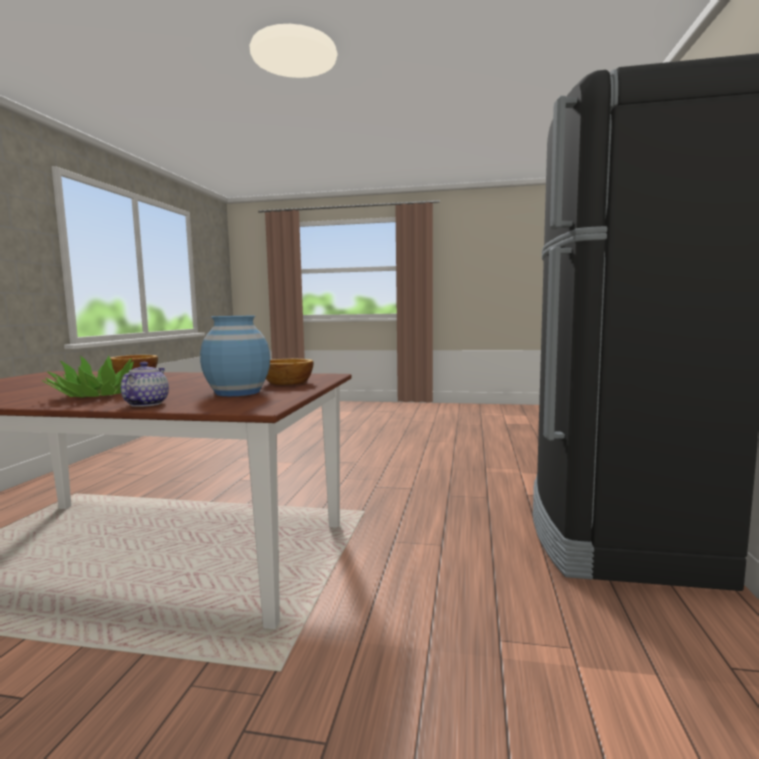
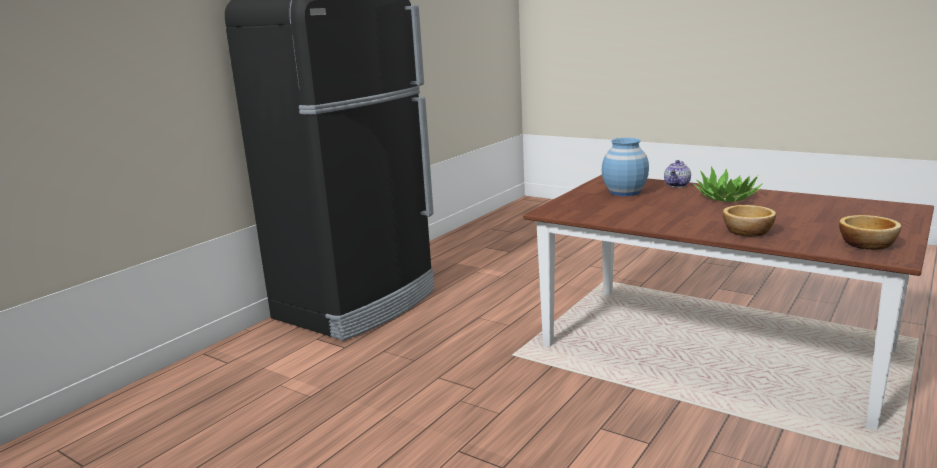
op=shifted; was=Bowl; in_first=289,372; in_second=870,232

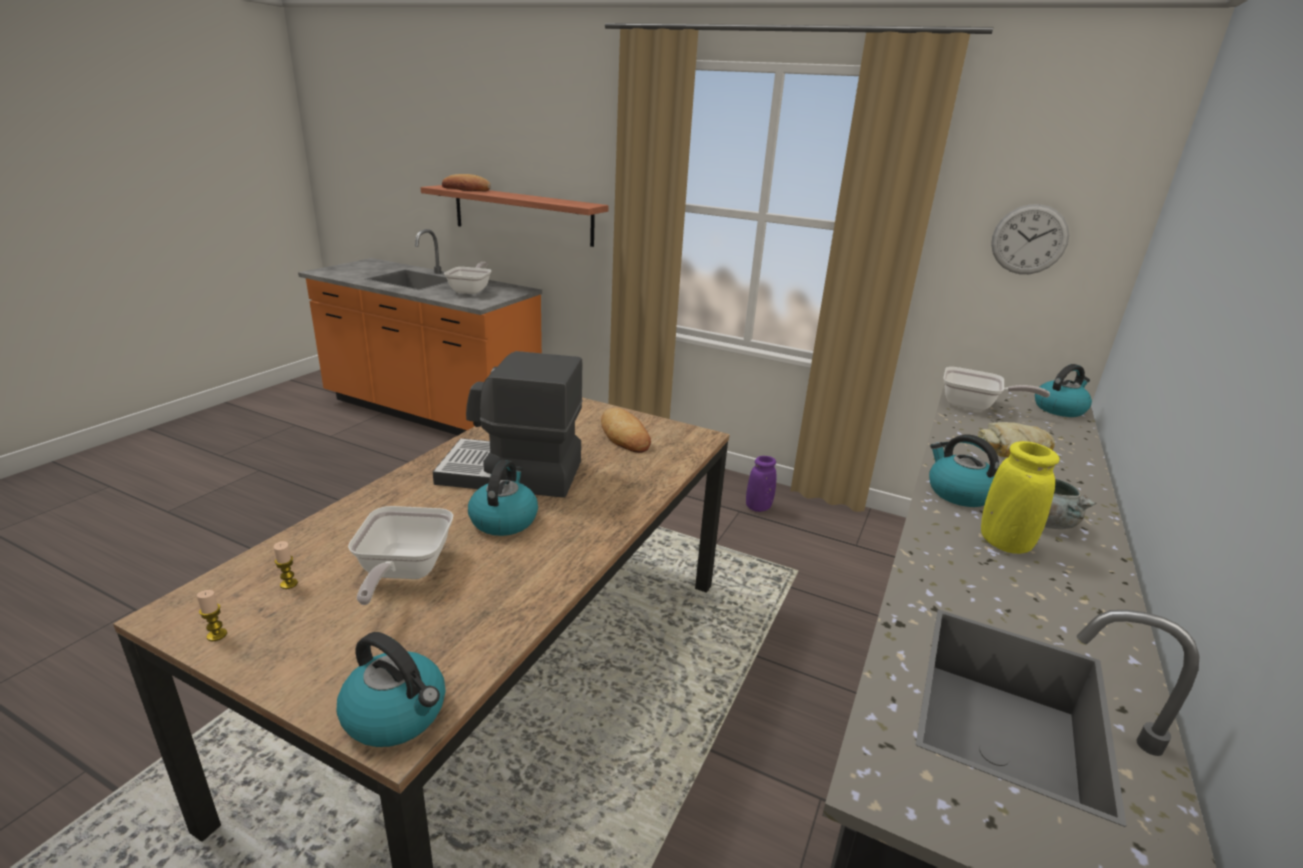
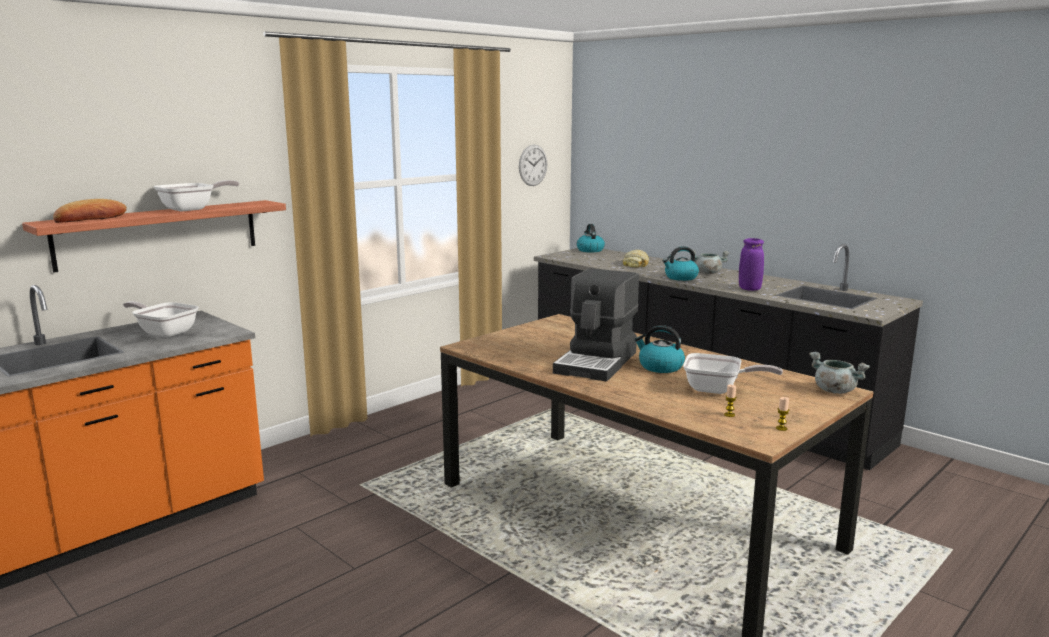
op=shifted; was=FryingPan; in_first=996,389; in_second=196,196
op=shifted; was=PurplishFlowerVase; in_first=761,484; in_second=751,264
op=swapped; was=WaterKettle; now=GreyCookingPot; in_first=391,689; in_second=839,373
op=gone; was=BakedBread; in_first=626,430
op=gone; was=YellowishFlowerVase; in_first=1020,497

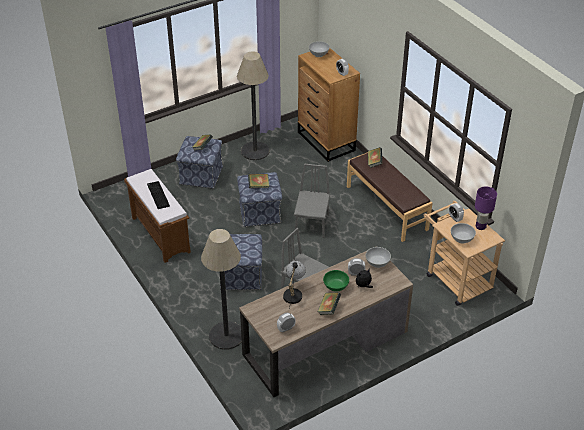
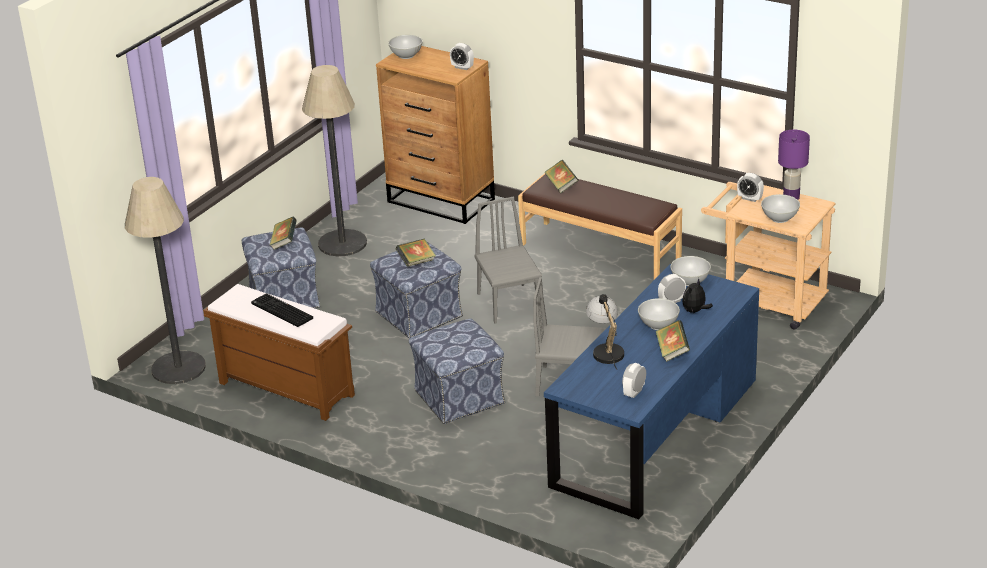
op=shifted; was=StandardLamp; in_first=221,289; in_second=165,280
op=repainted; was=BrownColouredDeskUnit; now=BlueColouredDeskUnit; in_first=326,323; in_second=651,391
op=repainted; was=GreenColouredBowl; now=WhitishBowl; in_first=336,281; in_second=659,314

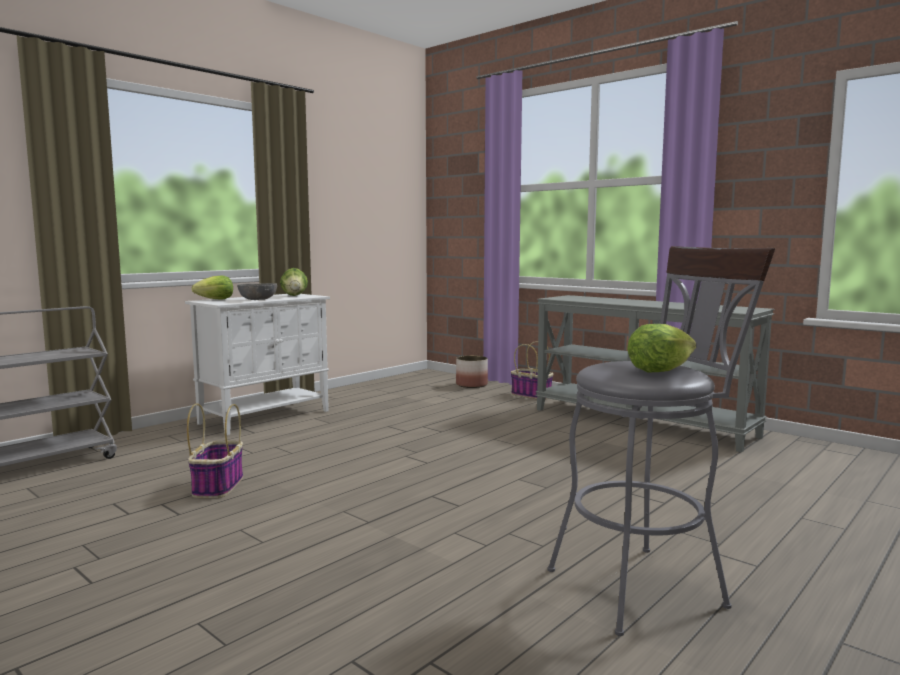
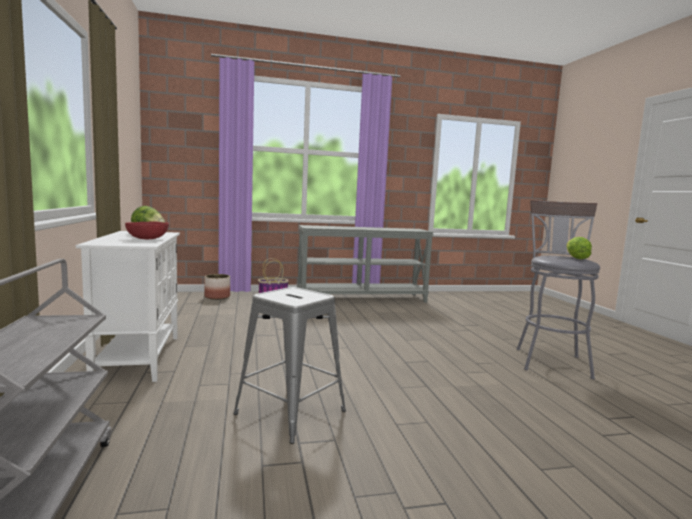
op=repainted; was=GreyBowl; now=RedBowl; in_first=257,291; in_second=147,230
op=swapped; was=Basket; now=GreyStoolSeat; in_first=215,451; in_second=289,365
op=gone; was=Lettuce; in_first=212,288

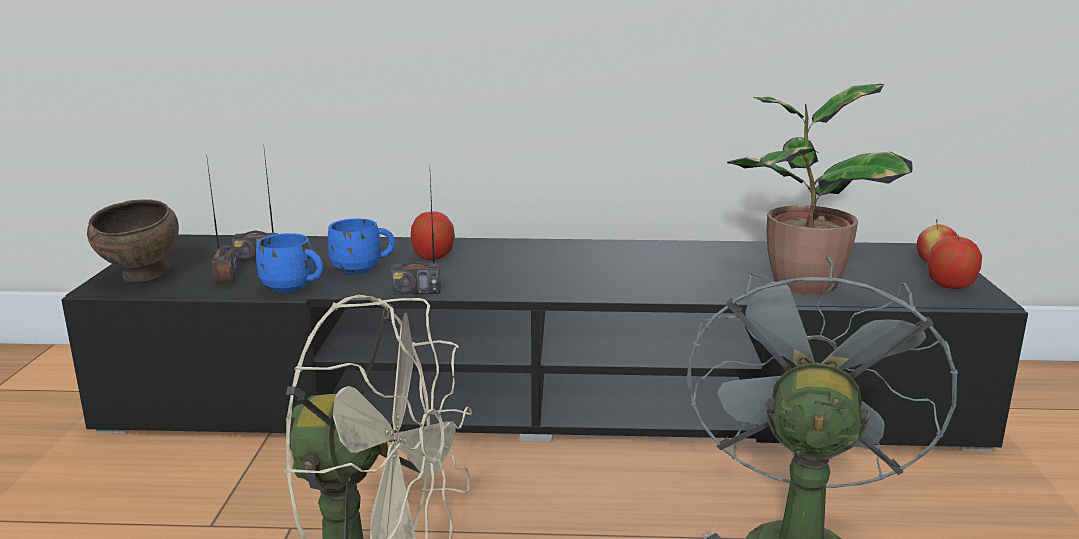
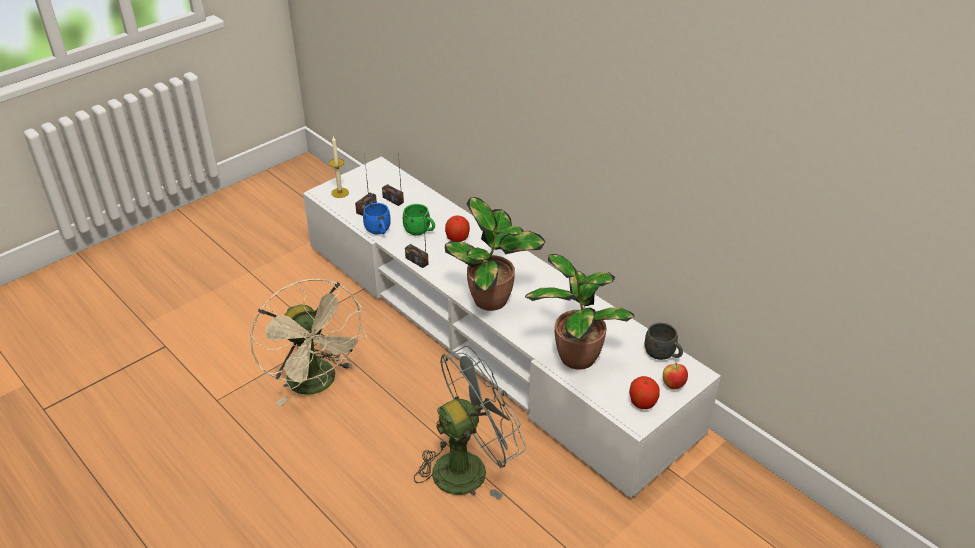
op=repainted; was=BlackColouredTvUnit; now=WhitishTvUnit; in_first=544,342; in_second=512,327
op=swapped; was=BrownColouredBowl; now=WaxLight; in_first=133,240; in_second=339,167
op=repainted; was=BlueColouredMug; now=GreenColouredMug; in_first=361,247; in_second=419,220
op=new; now=PottedPlant; in_second=495,254
op=new; now=GreyMug; in_second=664,341

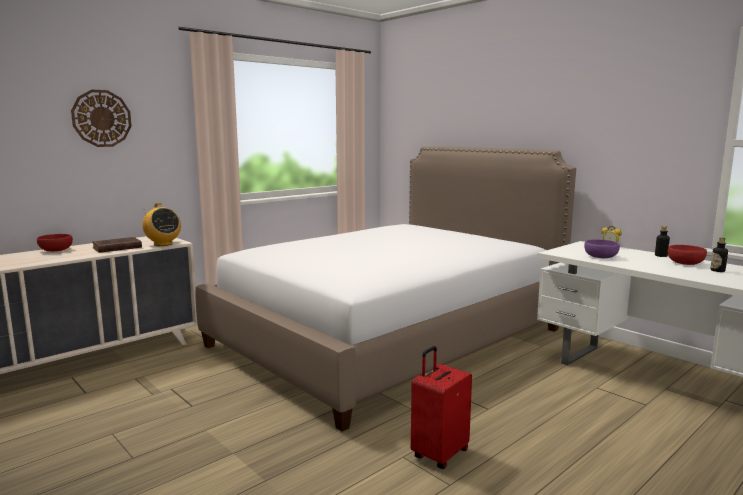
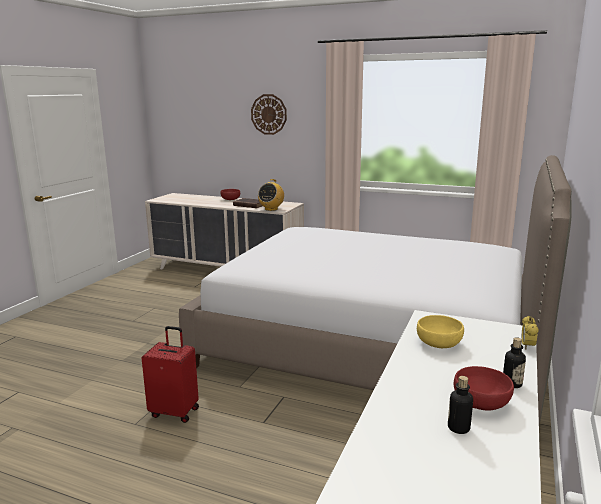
op=repainted; was=PurplishBowl; now=YellowishBowl; in_first=602,248; in_second=440,331

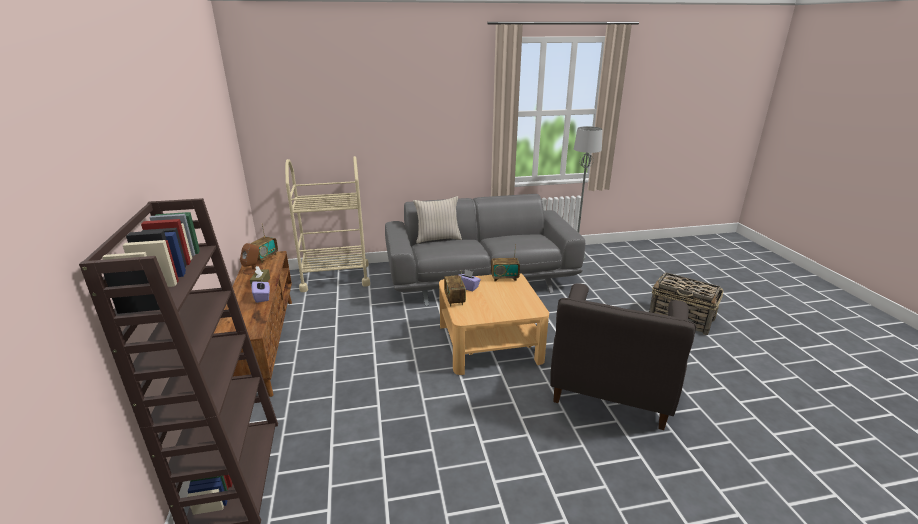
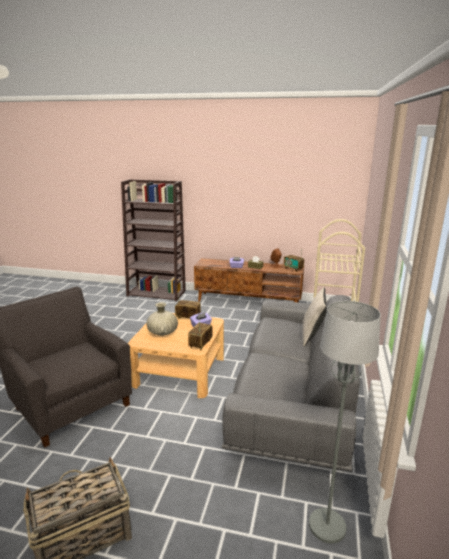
op=new; now=BeigeColouredFlowerVase; in_second=162,319

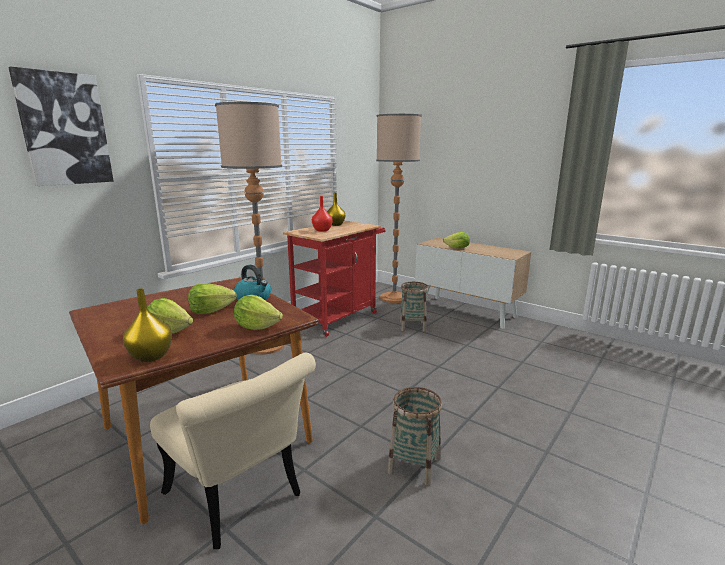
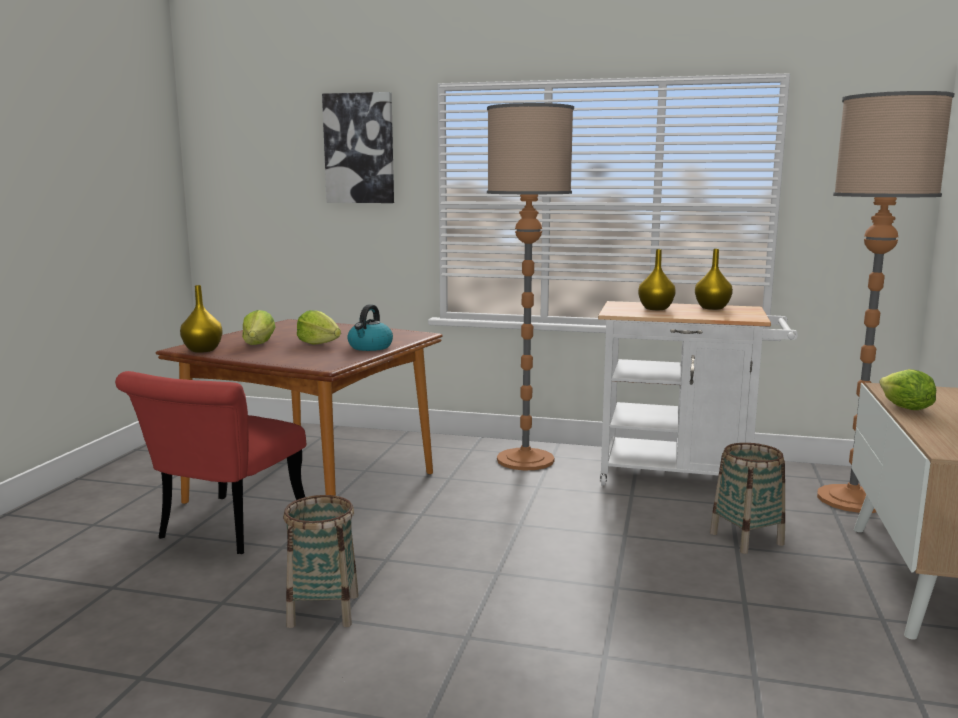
op=repainted; was=BeigeColouredUprightChair; now=RedUprightChair; in_first=233,451; in_second=210,462
op=repainted; was=RedTrolley; now=WhitishTrolley; in_first=334,279; in_second=698,393
op=repainted; was=RedFlowerVase; now=YellowishFlowerVase; in_first=322,214; in_second=657,279
op=gone; was=Lettuce; in_first=258,312

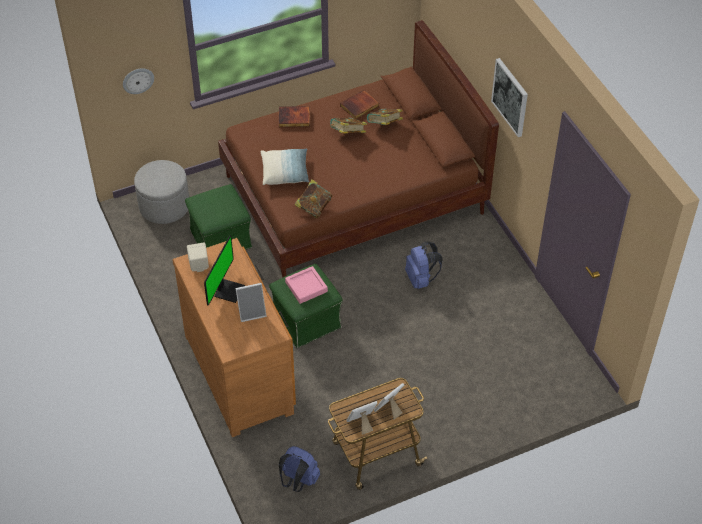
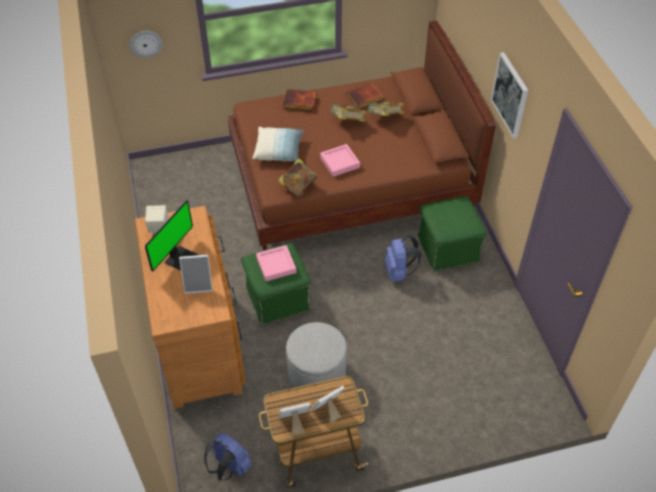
op=shifted; was=GreyFootrest; in_first=161,192; in_second=316,358
op=new; now=PinkishServingTray; in_second=340,160
op=shifted; was=GreenColouredFootrest; in_first=218,217; in_second=452,234

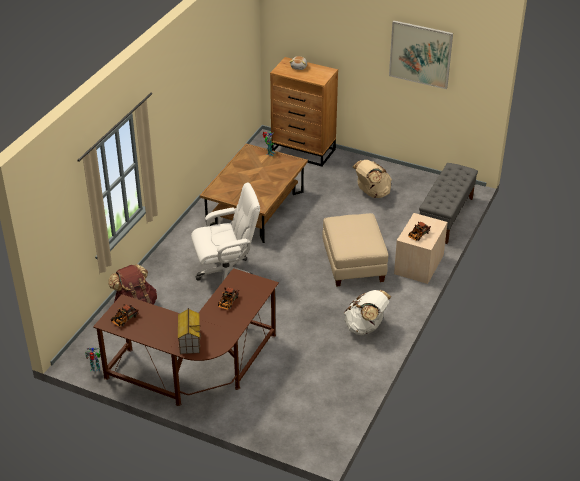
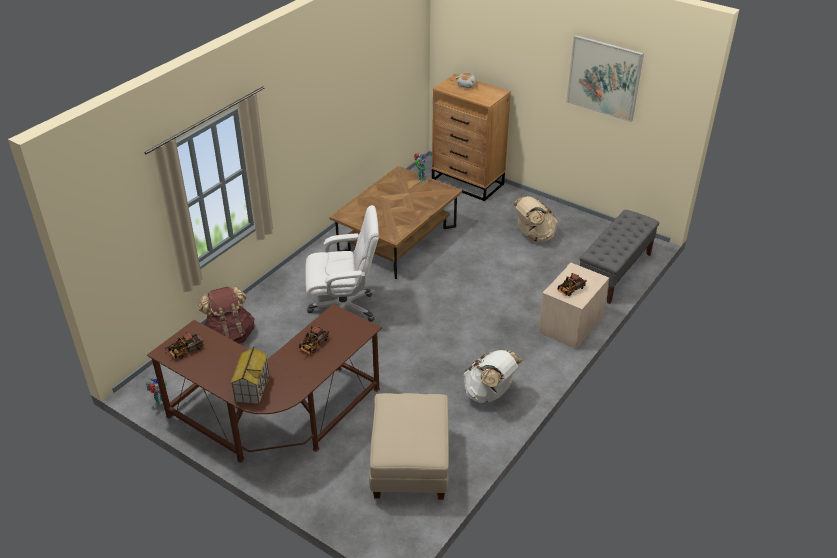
op=shifted; was=BeigeColouredFootrest; in_first=355,250; in_second=409,446

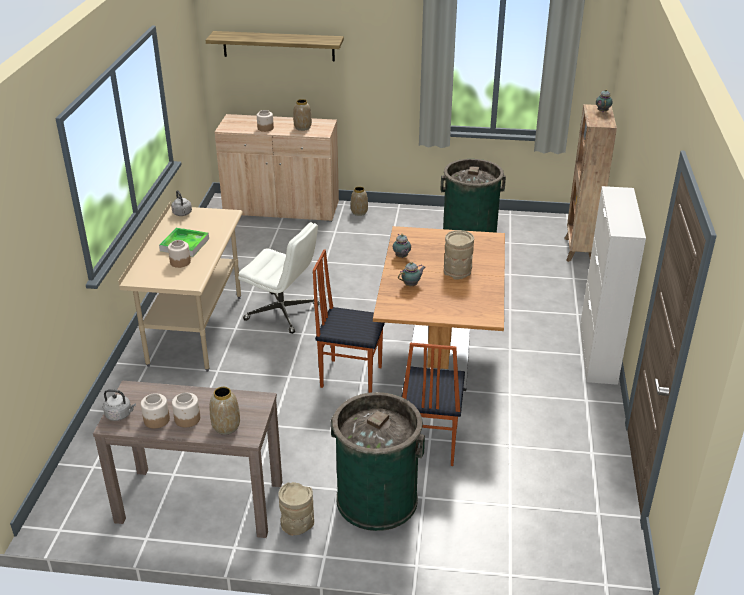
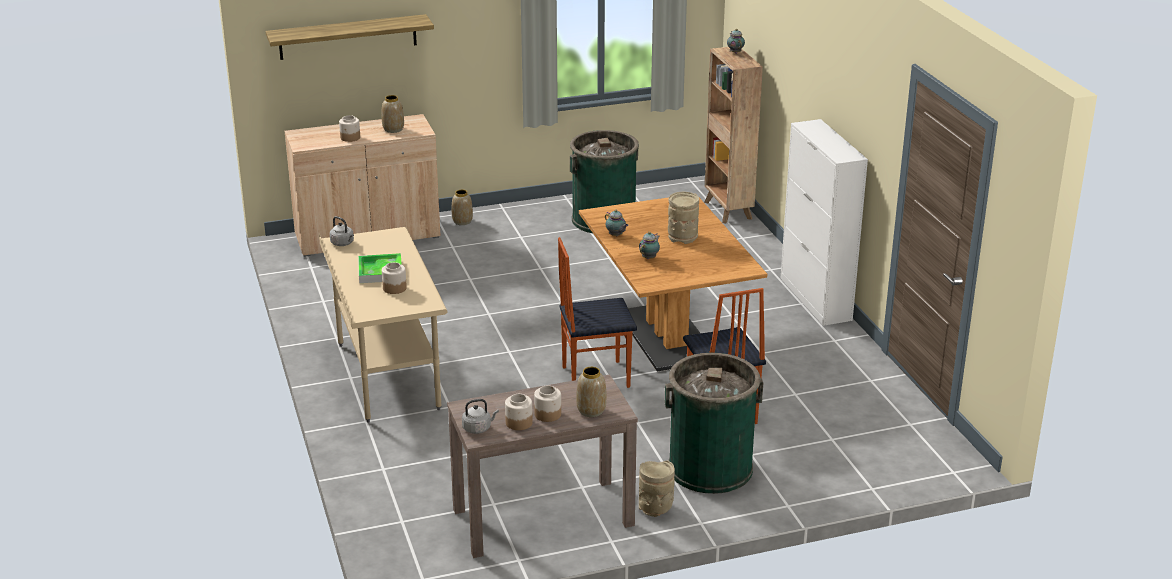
op=gone; was=WhitishDeskChair; in_first=279,278

